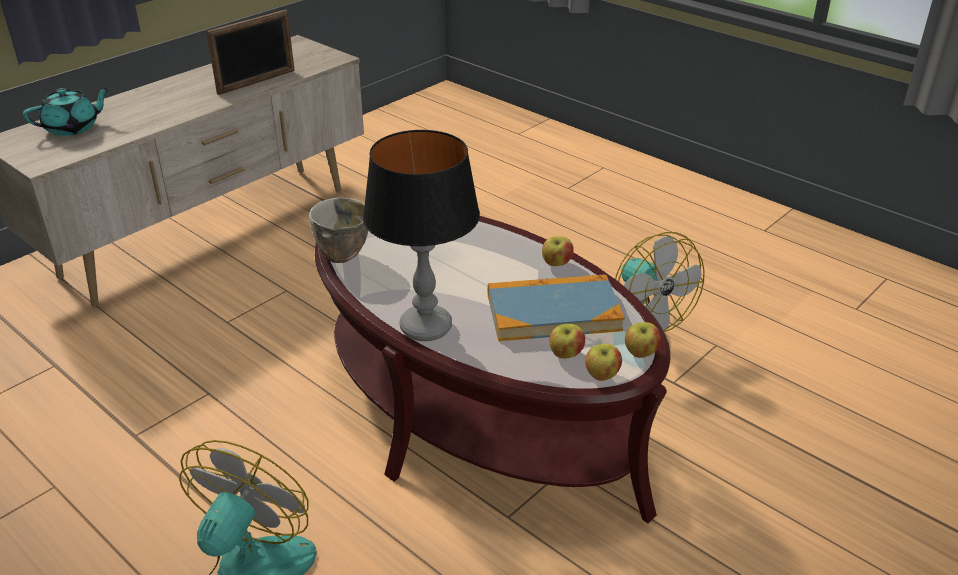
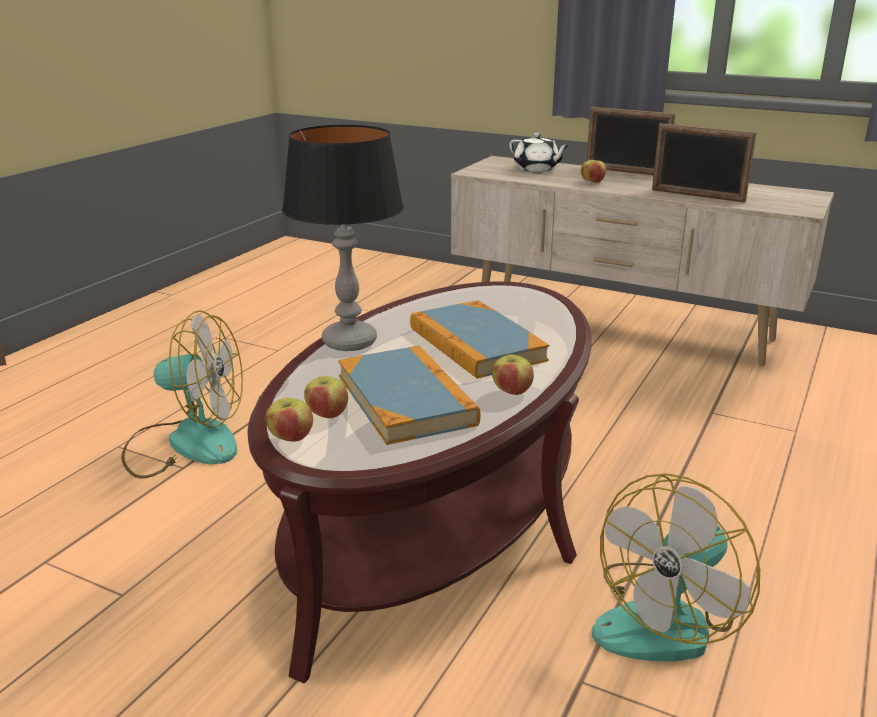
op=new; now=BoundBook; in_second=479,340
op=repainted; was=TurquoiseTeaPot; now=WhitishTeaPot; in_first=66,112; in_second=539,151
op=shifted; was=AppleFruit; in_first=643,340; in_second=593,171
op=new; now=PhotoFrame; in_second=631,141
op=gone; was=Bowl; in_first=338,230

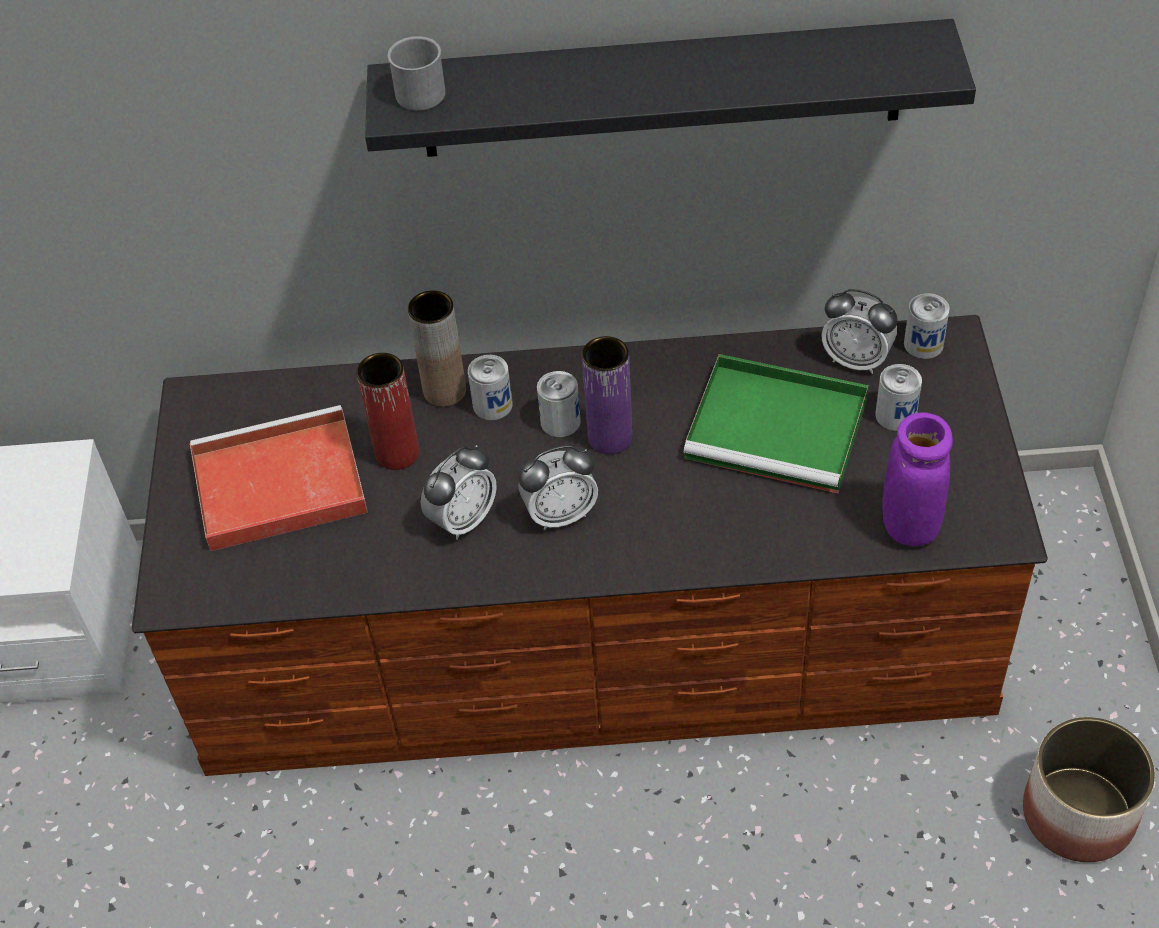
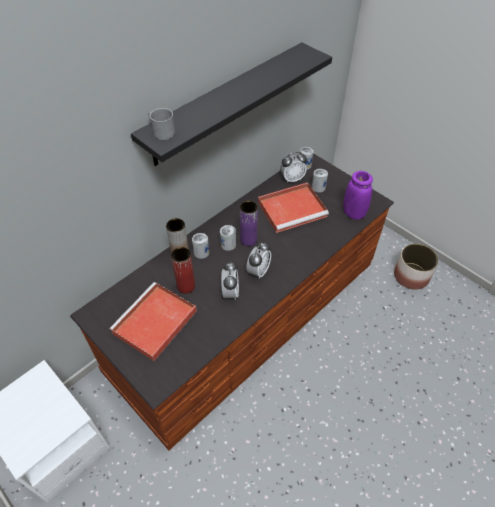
op=repainted; was=GreenColouredServingTray; now=RedServingTray; in_first=776,423; in_second=293,207

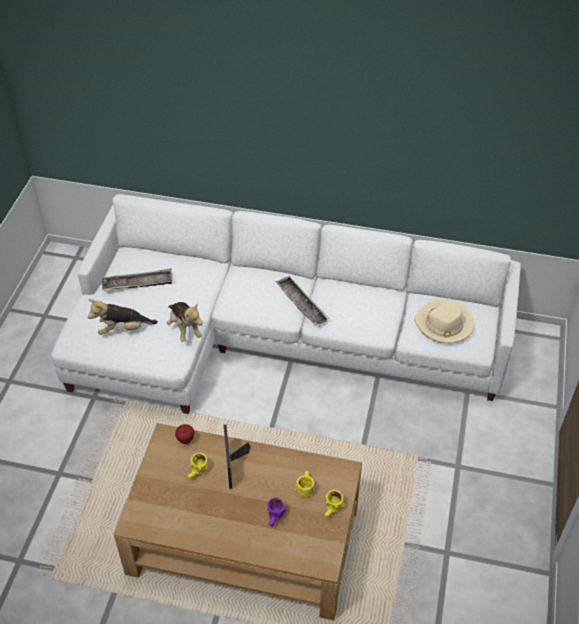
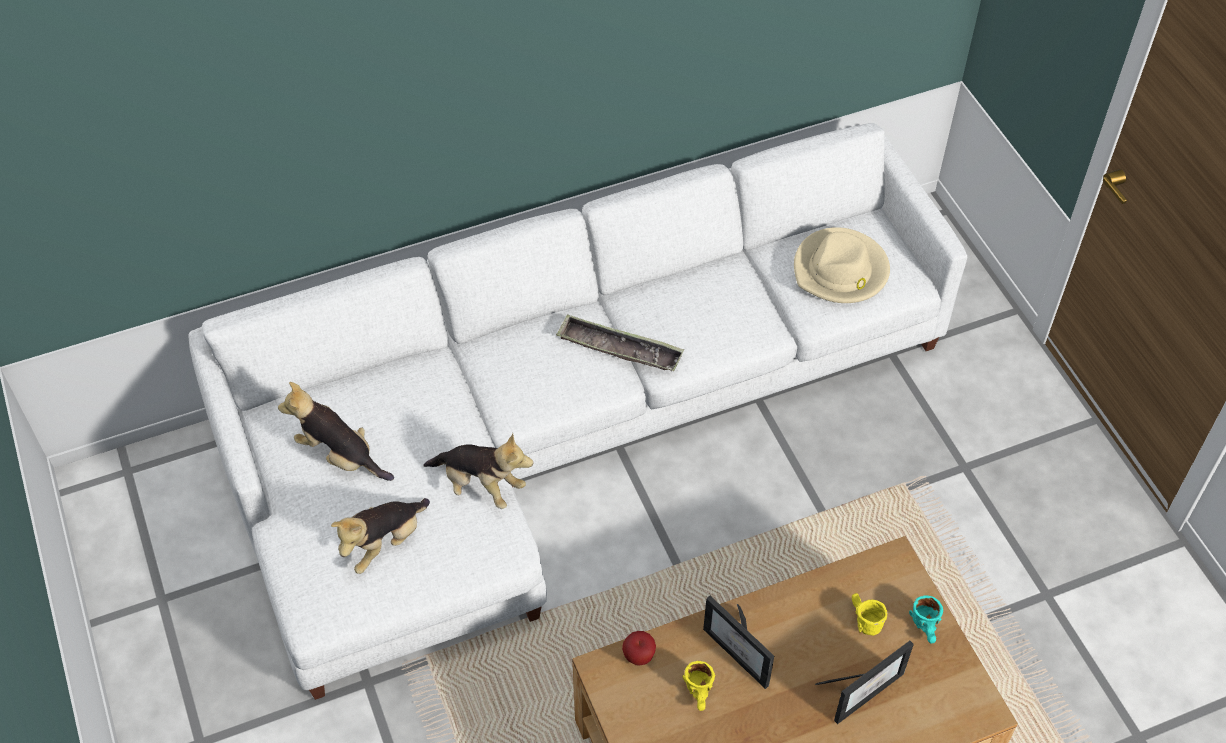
op=swapped; was=ServingTray; now=PlushToy; in_first=137,279; in_second=336,431
op=swapped; was=PurplishMug; now=PhotoFrame; in_first=277,511; in_second=864,682
op=repainted; was=YellowishMug; now=TurquoiseMug; in_first=334,503; in_second=926,619

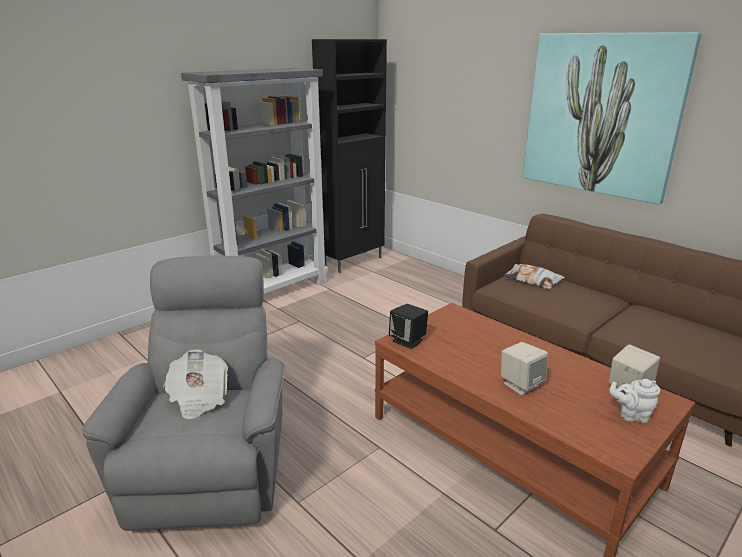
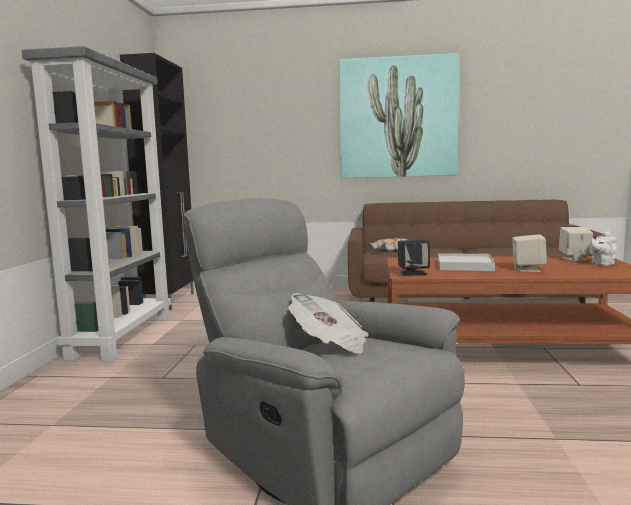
op=new; now=WhitishServingTray; in_second=466,262

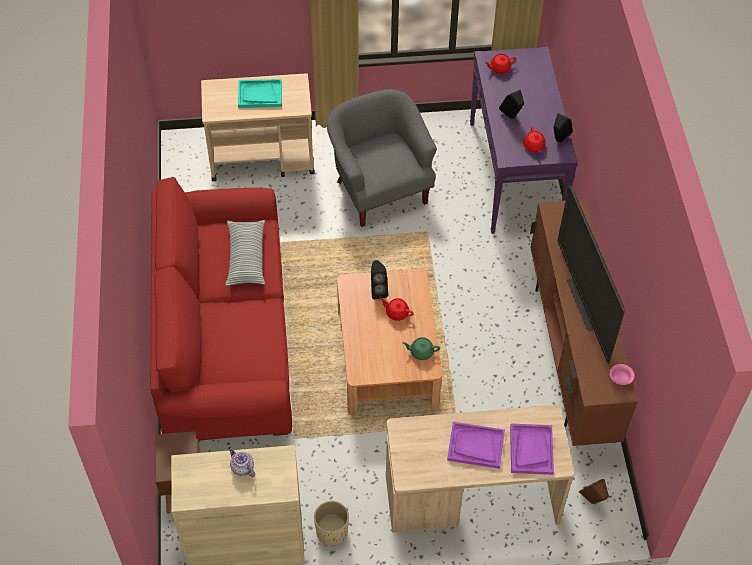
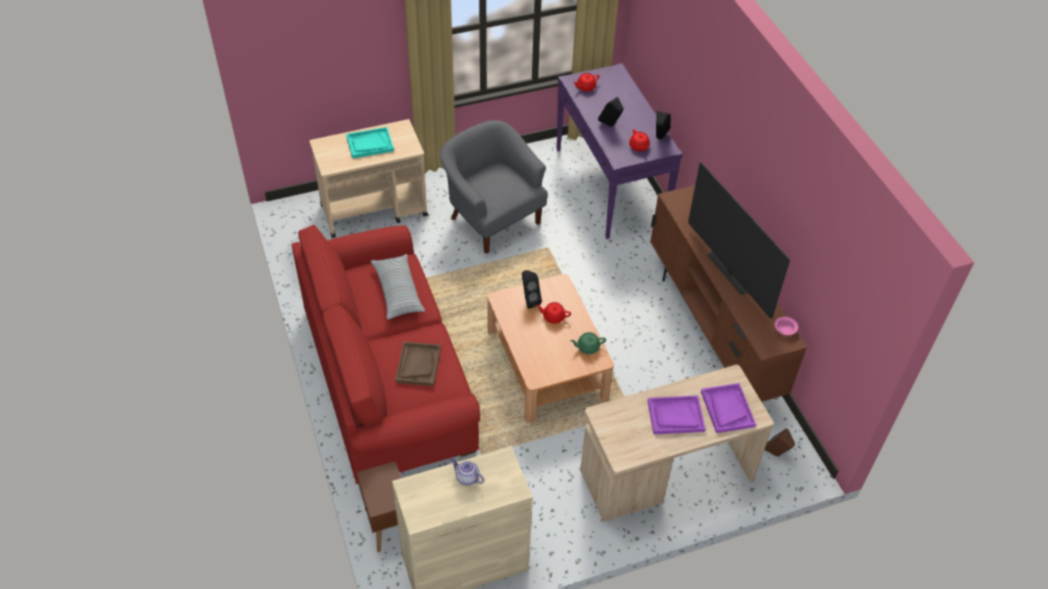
op=new; now=BrownColouredServingTray; in_second=418,364
op=gone; was=BeigeColouredFlowerPot; in_first=331,523

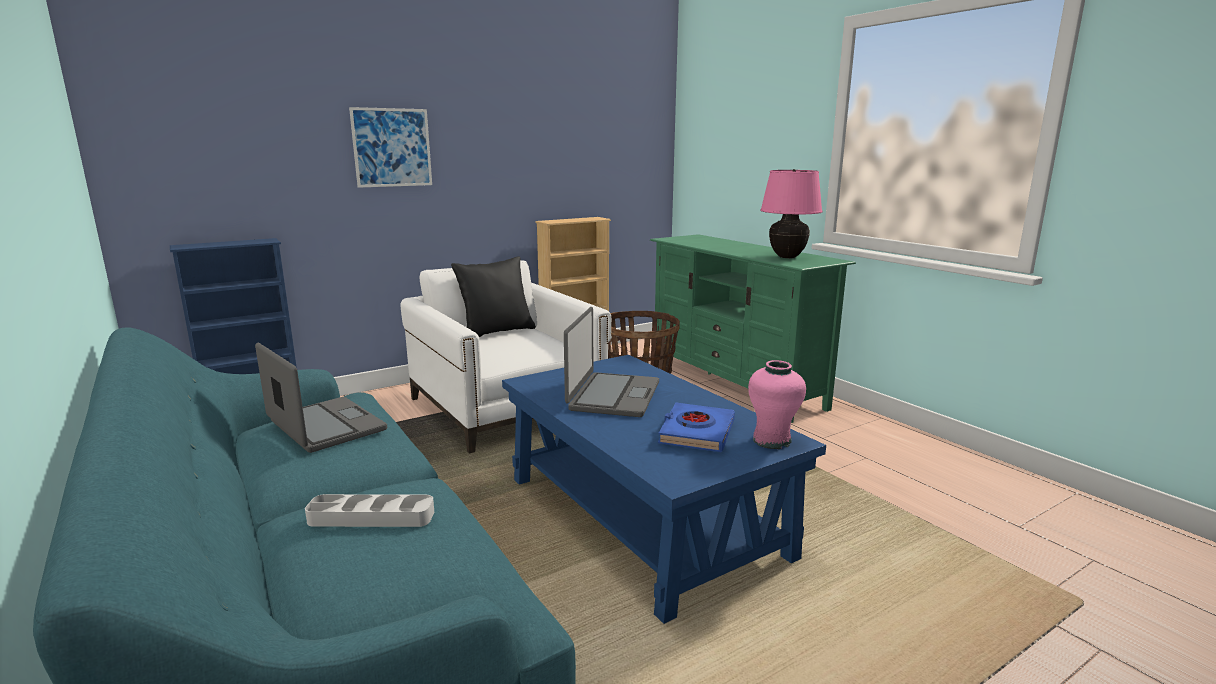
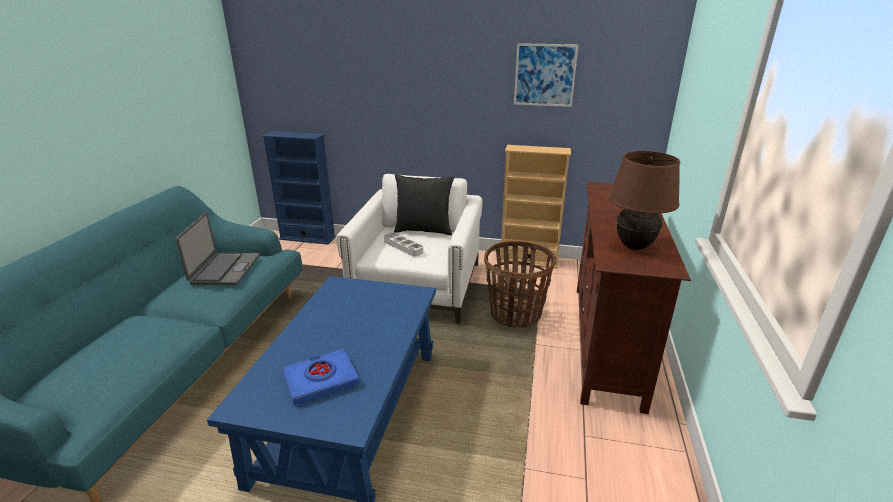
op=shifted; was=GreyServingTray; in_first=369,510; in_second=403,244
op=shifted; was=WallArt; in_first=390,147; in_second=546,75
op=repainted; was=GreenColouredTvUnit; now=BrownColouredTvUnit; in_first=753,328; in_second=634,298
op=repainted; was=PinkishTableLamp; now=BrownColouredTableLamp; in_first=791,213; in_second=644,200
op=gone; was=Laptop; in_first=611,362
op=gone; was=PinkishFlowerVase; in_first=777,404

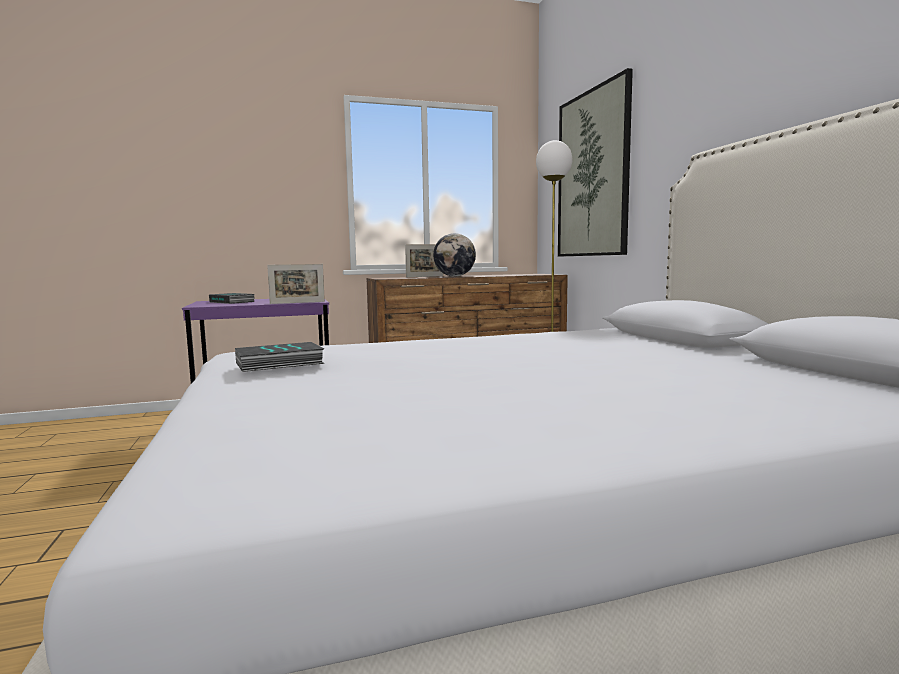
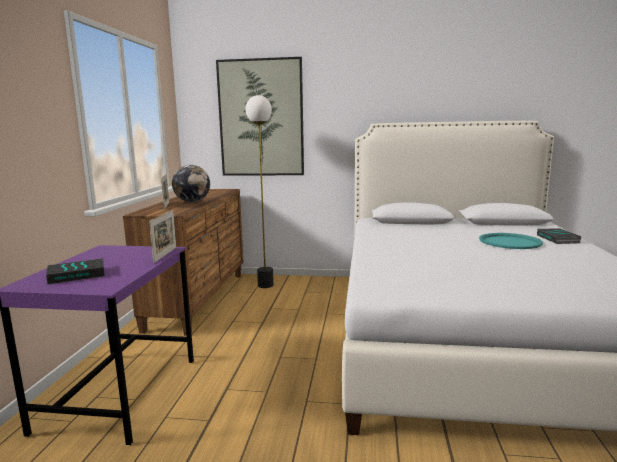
op=new; now=TurquoiseServingTray; in_second=511,241
op=shifted; was=BoundBook; in_first=280,357; in_second=559,236

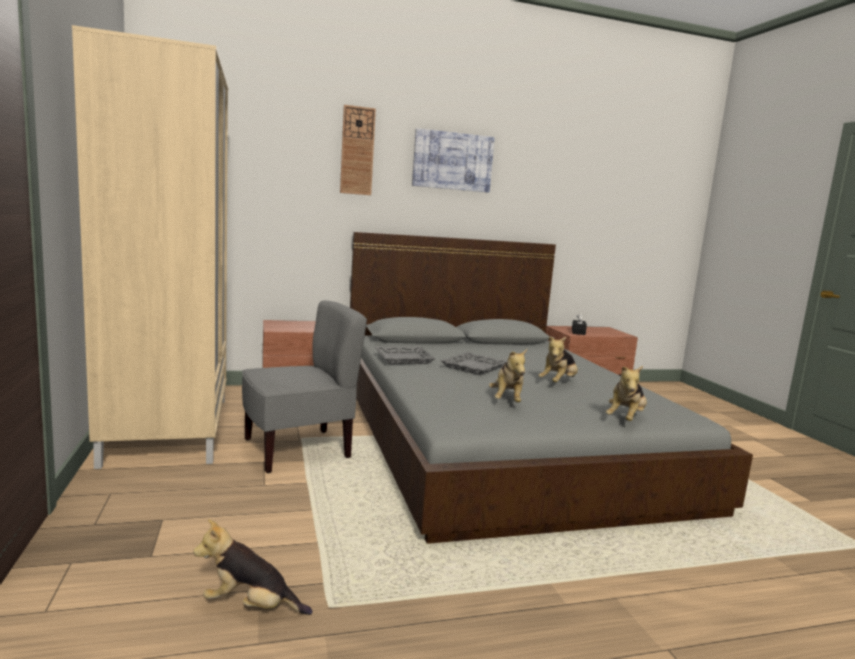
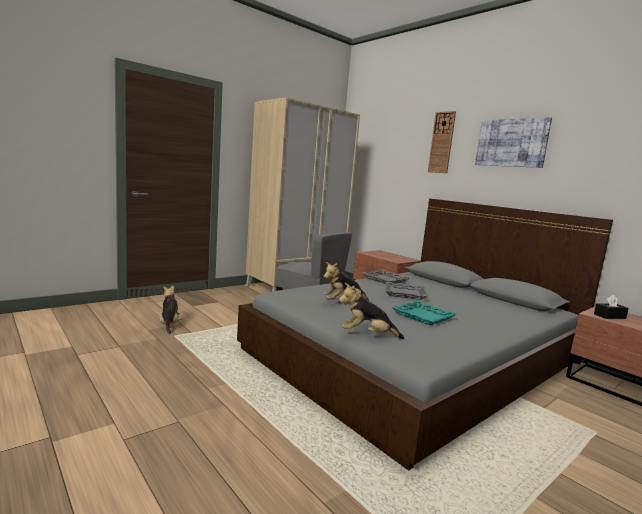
op=swapped; was=PlushToy; now=TurquoiseServingTray; in_first=558,359; in_second=424,313

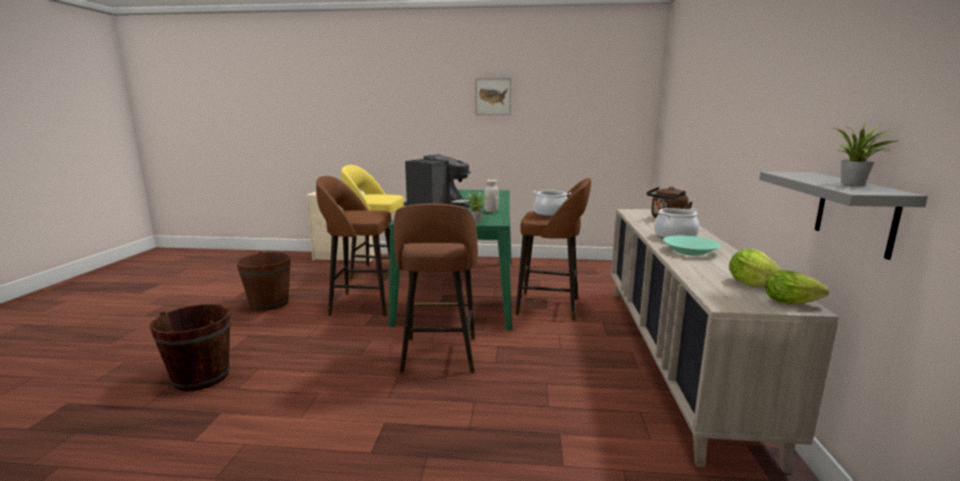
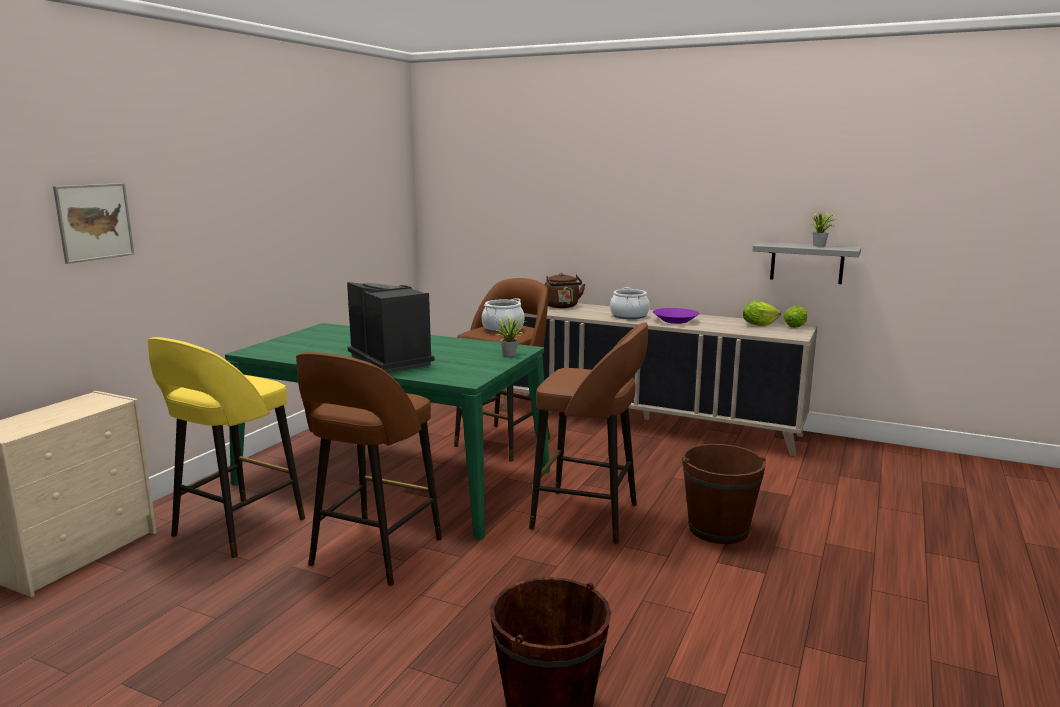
op=shifted; was=WallArt; in_first=493,96; in_second=94,223
op=repainted; was=TurquoiseBowl; now=PurplishBowl; in_first=692,245; in_second=676,316
op=shifted; was=BrownColouredWaterBucket; in_first=263,281; in_second=724,494
op=gone; was=WhitishPreserveJar; in_first=491,195

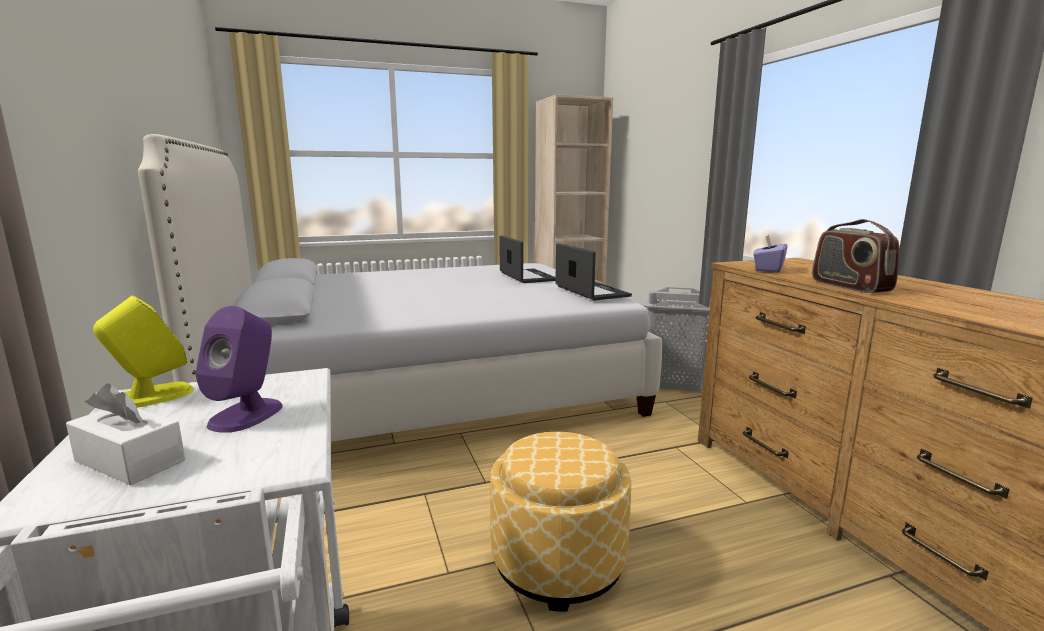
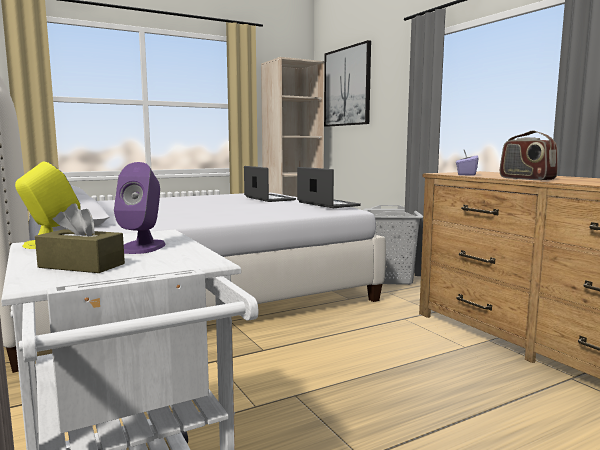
op=repainted; was=WhitishTissueHolder; now=BrownColouredTissueHolder; in_first=125,434; in_second=80,238
op=new; now=WallArt; in_second=347,83
op=gone; was=Footrest; in_first=560,522

